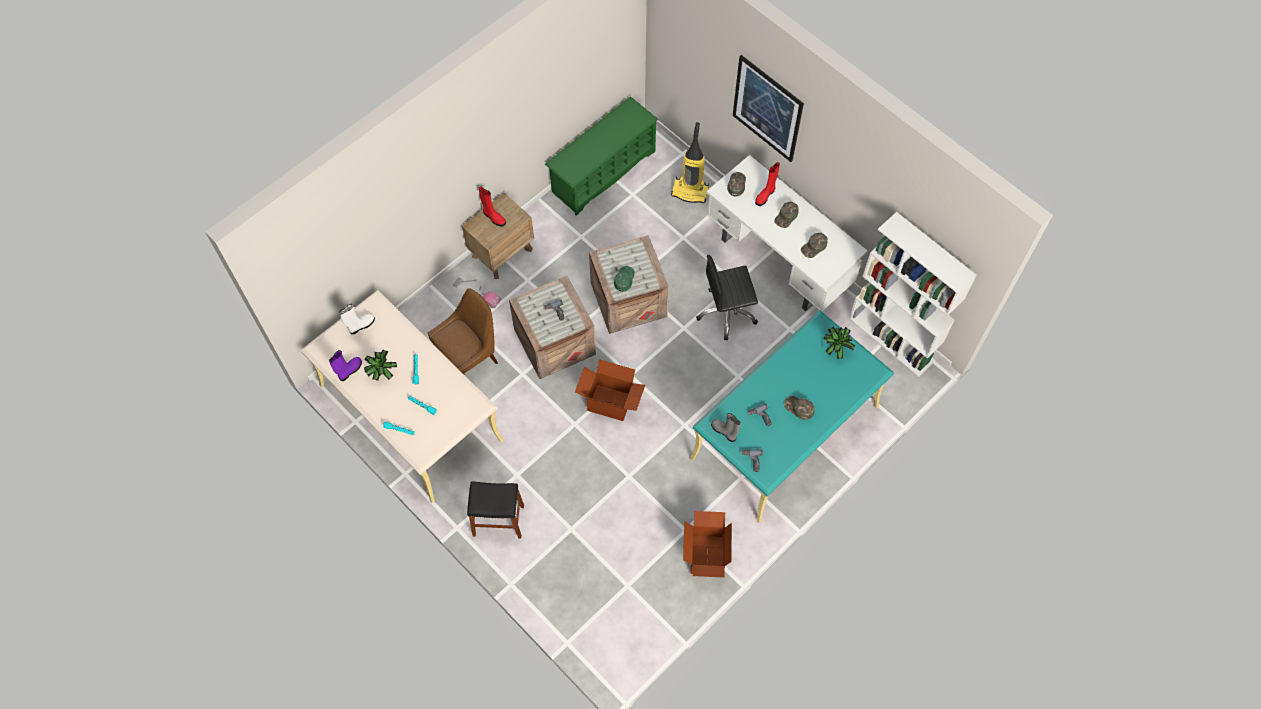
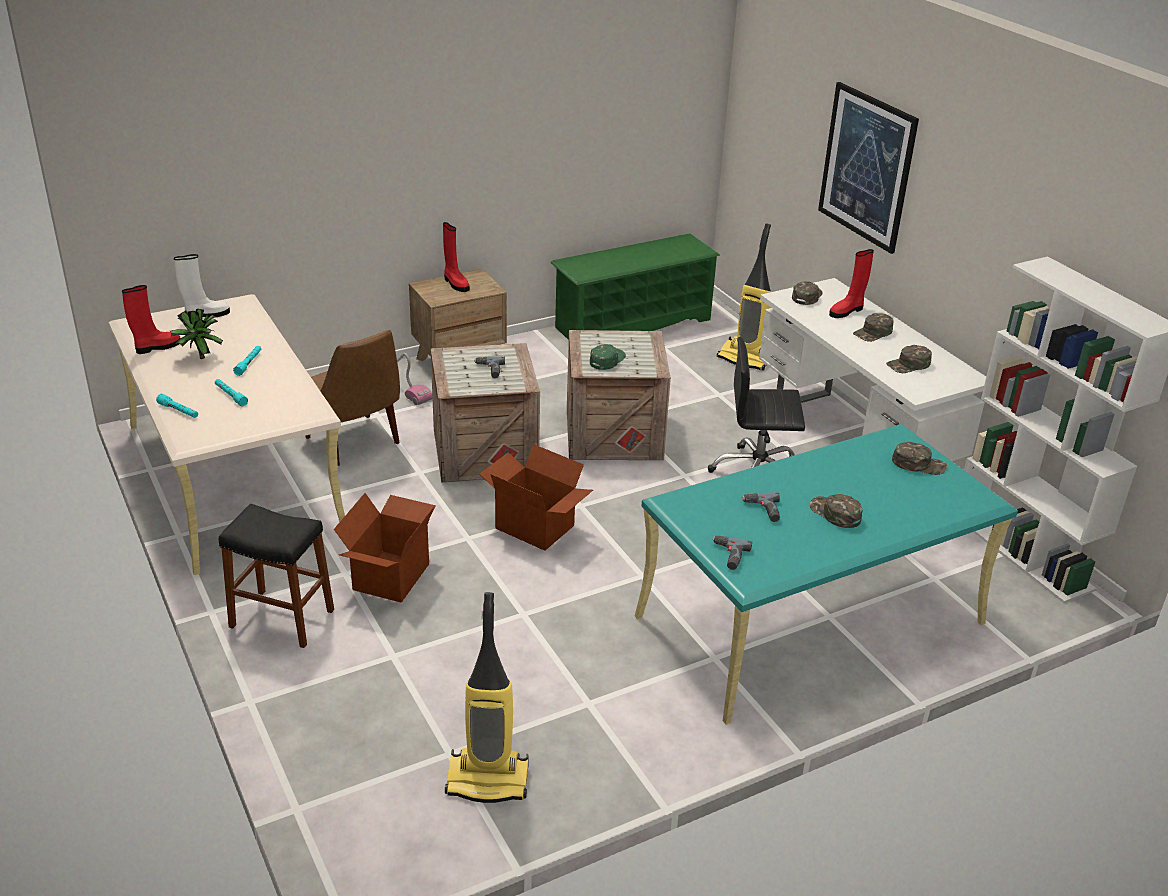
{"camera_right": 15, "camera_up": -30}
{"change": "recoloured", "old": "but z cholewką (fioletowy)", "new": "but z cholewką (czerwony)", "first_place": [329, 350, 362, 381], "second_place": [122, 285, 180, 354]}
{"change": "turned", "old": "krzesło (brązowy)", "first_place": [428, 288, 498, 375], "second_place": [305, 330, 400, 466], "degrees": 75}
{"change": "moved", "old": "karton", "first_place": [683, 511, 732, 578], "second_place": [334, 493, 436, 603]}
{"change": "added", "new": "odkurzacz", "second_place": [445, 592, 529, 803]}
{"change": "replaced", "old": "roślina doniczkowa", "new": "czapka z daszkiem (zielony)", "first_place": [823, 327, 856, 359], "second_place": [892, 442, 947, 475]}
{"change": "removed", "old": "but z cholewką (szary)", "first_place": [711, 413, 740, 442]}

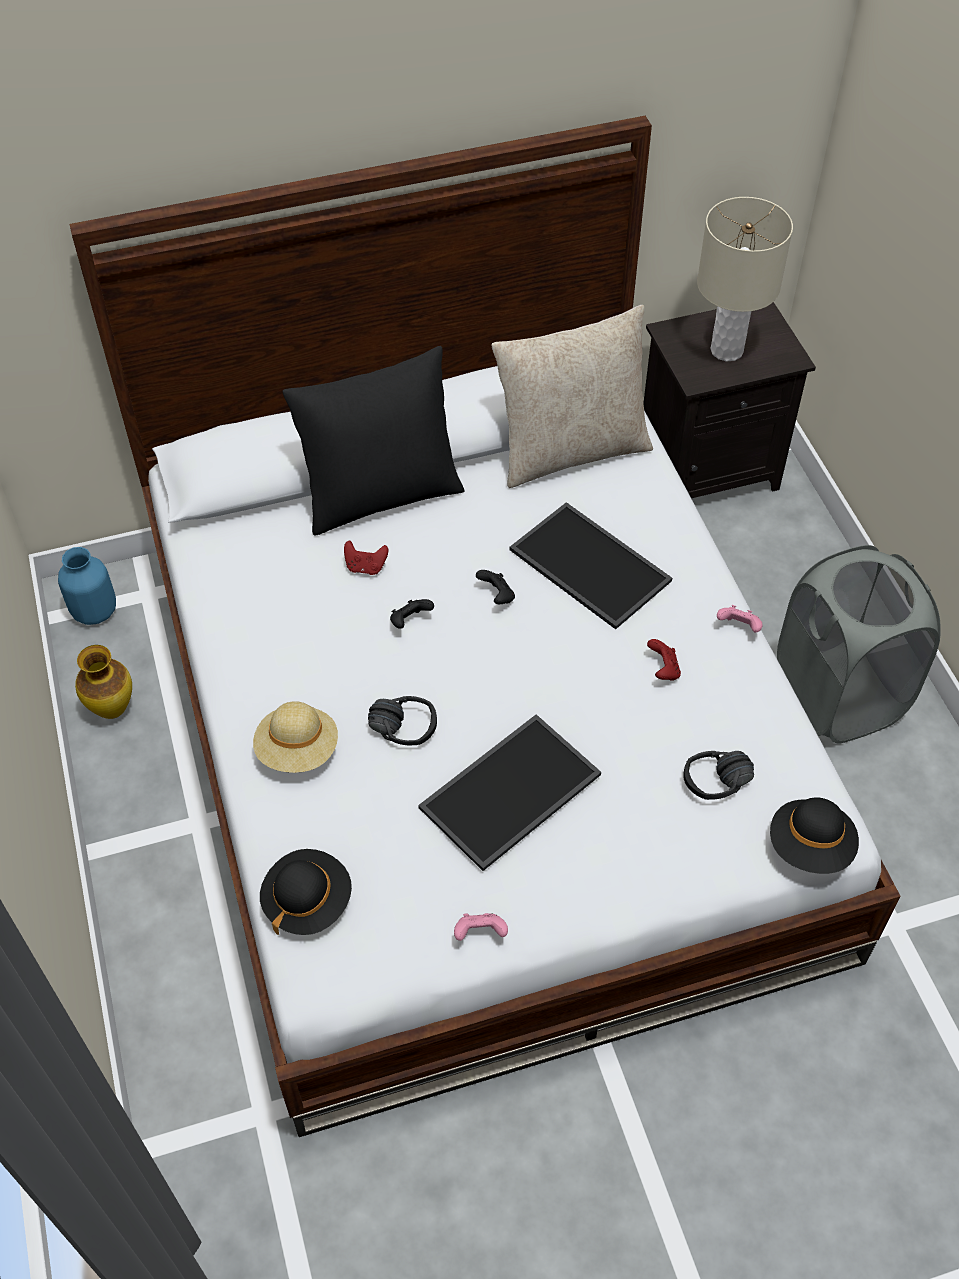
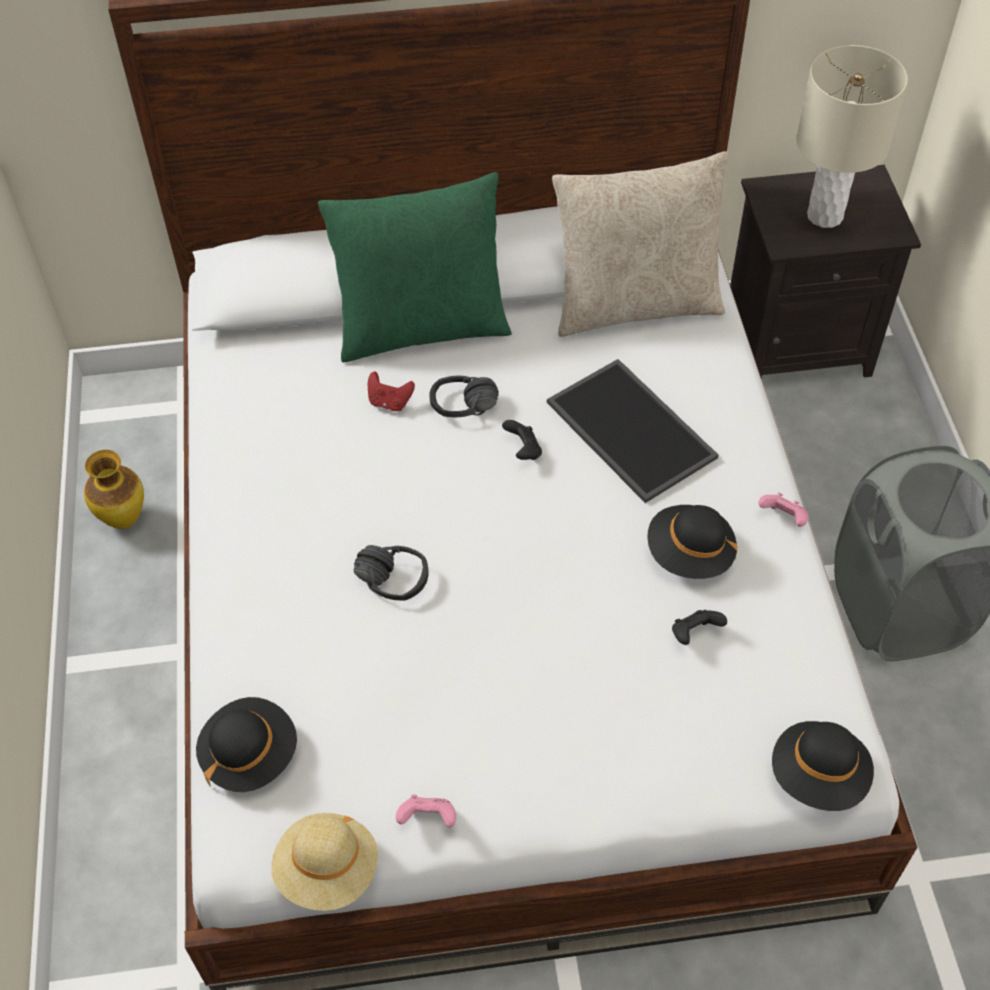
{"camera_right": 10, "camera_up": 0}
{"change": "moved", "old": "kapelusz (beżowy)", "first_place": [253, 701, 338, 773], "second_place": [271, 813, 378, 911]}
{"change": "recoloured", "old": "poduszka (czarny)", "new": "poduszka (zielony)", "first_place": [282, 346, 465, 536], "second_place": [318, 172, 512, 362]}
{"change": "moved", "old": "słuchawki (czarny)", "first_place": [683, 751, 754, 800], "second_place": [429, 376, 499, 417]}
{"change": "replaced", "old": "pad do gier (czerwony)", "new": "kapelusz (czarny)", "first_place": [647, 639, 681, 681], "second_place": [647, 505, 737, 579]}
{"change": "moved", "old": "pad do gier (czarny)", "first_place": [390, 599, 434, 629], "second_place": [672, 610, 727, 645]}
{"change": "removed", "old": "wazon (niebieski)", "first_place": [58, 547, 116, 625]}
{"change": "removed", "old": "taca", "first_place": [418, 714, 601, 871]}

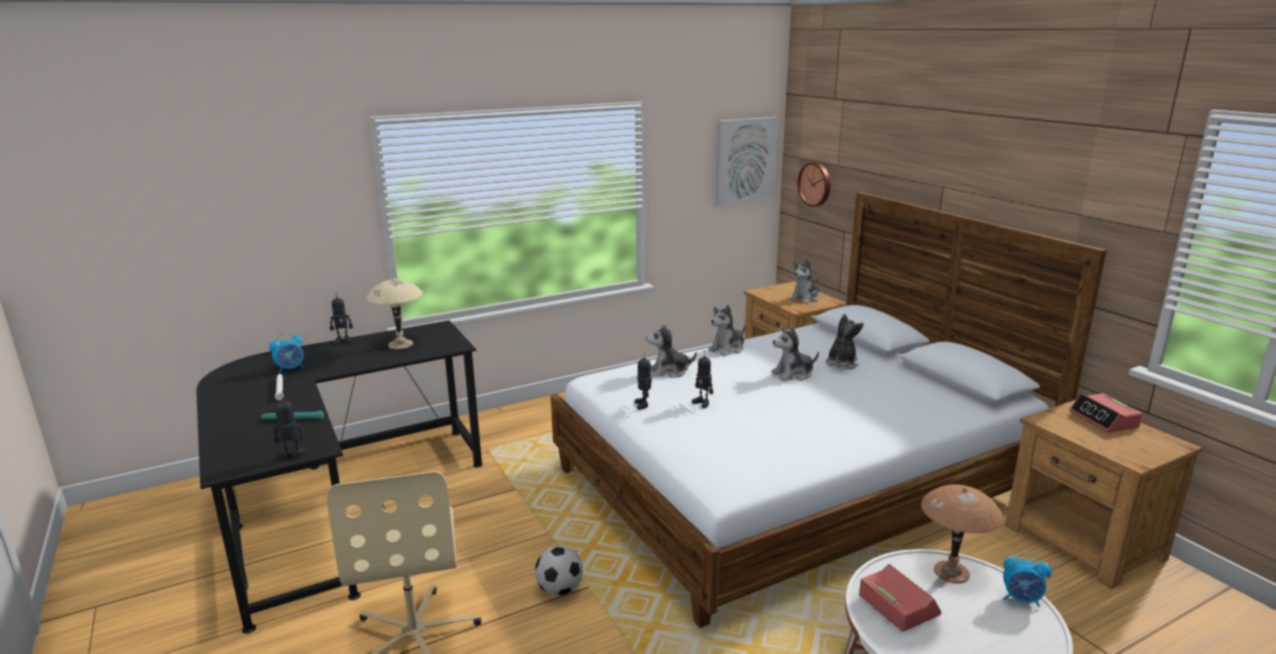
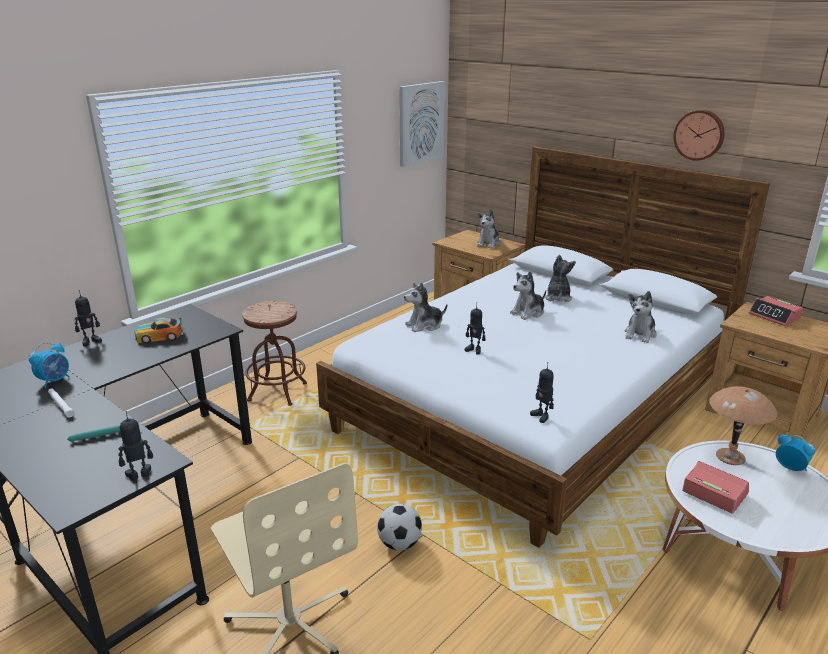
{"camera_right": -20, "camera_up": 5}
{"change": "replaced", "old": "lampa stołowa (beżowy)", "new": "samochodzik", "first_place": [366, 278, 423, 349], "second_place": [134, 318, 184, 343]}
{"change": "added", "new": "stołek (brązowy)", "second_place": [242, 301, 307, 406]}
{"change": "moved", "old": "robot zabawkowy", "first_place": [634, 352, 652, 410], "second_place": [530, 362, 554, 423]}
{"change": "moved", "old": "pluszak", "first_place": [709, 305, 745, 356], "second_place": [625, 291, 657, 343]}
{"change": "moved", "old": "zegar ścienny", "first_place": [797, 162, 830, 207], "second_place": [673, 110, 725, 161]}
{"change": "turned", "old": "budzik", "first_place": [1003, 552, 1052, 607], "second_place": [776, 434, 816, 471], "degrees": -135}

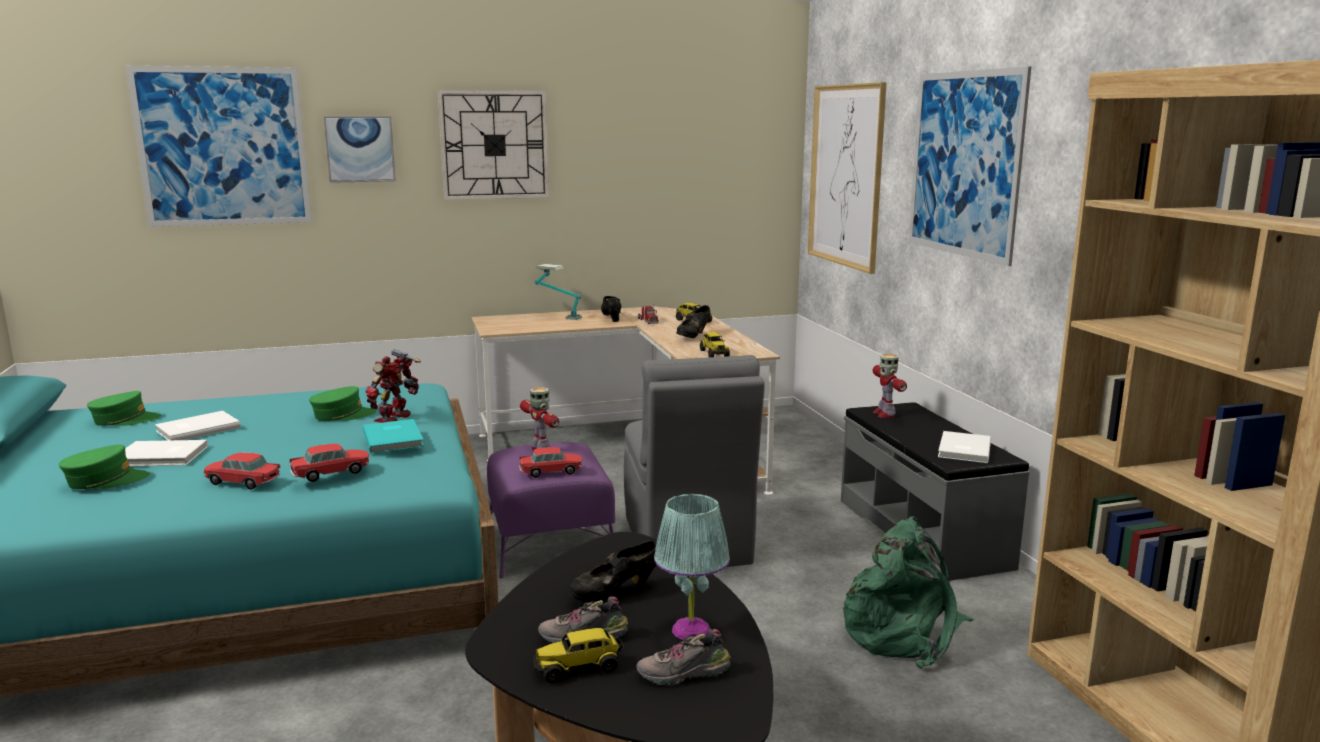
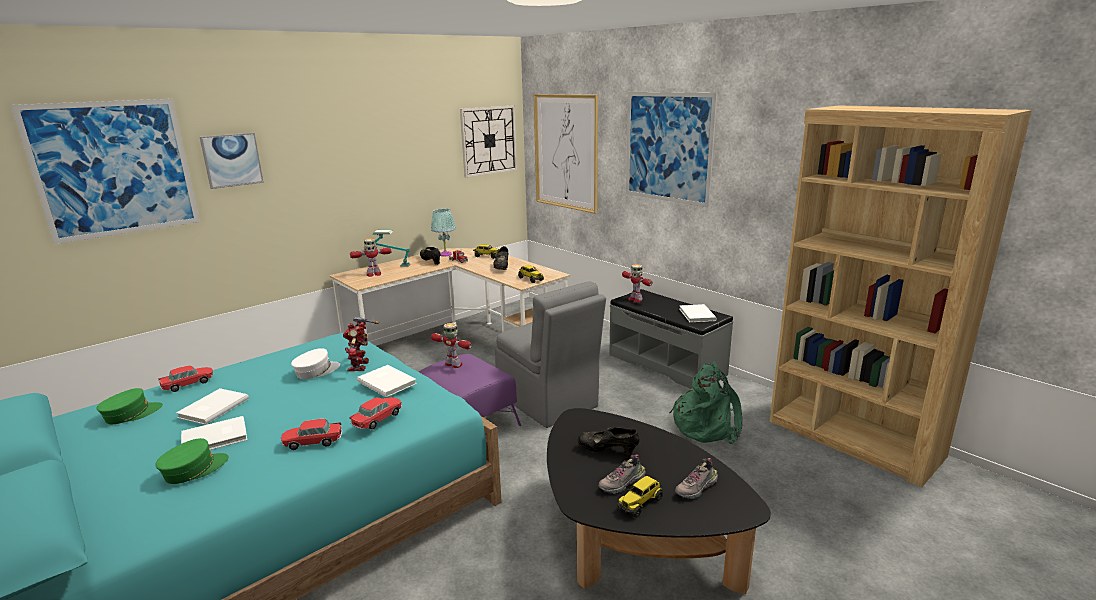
{"camera_right": -25, "camera_up": 5}
{"change": "moved", "old": "samochodzik", "first_place": [519, 447, 583, 478], "second_place": [158, 365, 213, 392]}
{"change": "recoloured", "old": "czapka z daszkiem (zielony)", "new": "czapka z daszkiem (biały)", "first_place": [309, 386, 377, 421], "second_place": [291, 348, 340, 379]}
{"change": "added", "new": "robot zabawkowy", "second_place": [350, 238, 391, 277]}
{"change": "recoloured", "old": "książka (turkusowy)", "new": "książka (biały)", "first_place": [363, 419, 424, 453], "second_place": [357, 365, 417, 397]}
{"change": "moved", "old": "lampa stołowa (turkusowy)", "first_place": [654, 494, 730, 640], "second_place": [431, 209, 456, 257]}
{"change": "moved", "old": "zegar ścienny", "first_place": [438, 90, 549, 200], "second_place": [460, 105, 517, 178]}
{"change": "turned", "old": "but (czarny)", "first_place": [568, 540, 656, 602], "second_place": [577, 427, 640, 455], "degrees": 75}

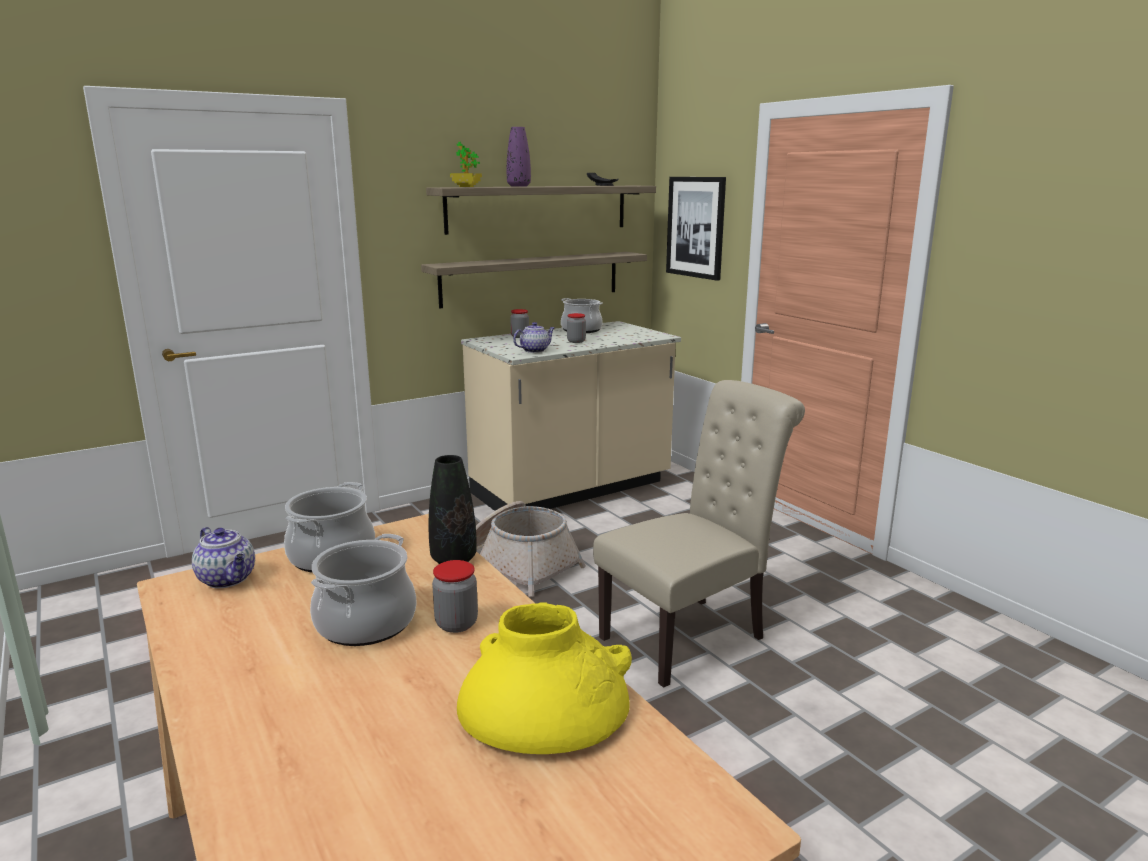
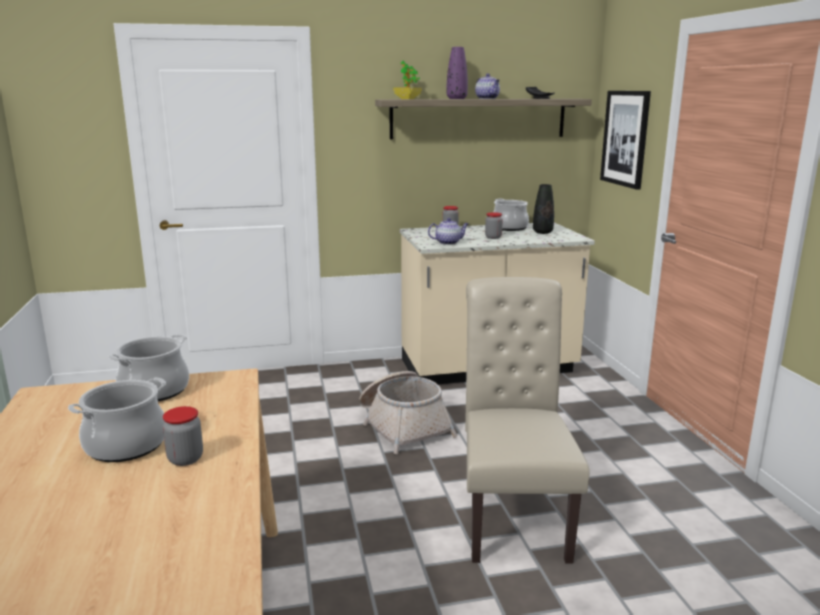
{"camera_right": 20, "camera_up": 0}
{"change": "turned", "old": "krzesło (beżowy)", "first_place": [593, 380, 805, 688], "second_place": [465, 277, 589, 564], "degrees": -75}
{"change": "moved", "old": "imbryk", "first_place": [192, 527, 255, 588], "second_place": [475, 73, 500, 99]}
{"change": "moved", "old": "wazon (czarny)", "first_place": [429, 455, 477, 564], "second_place": [533, 184, 554, 234]}
{"change": "removed", "old": "półka", "first_place": [421, 252, 647, 308]}
{"change": "removed", "old": "wazon (żółty)", "first_place": [457, 603, 632, 754]}

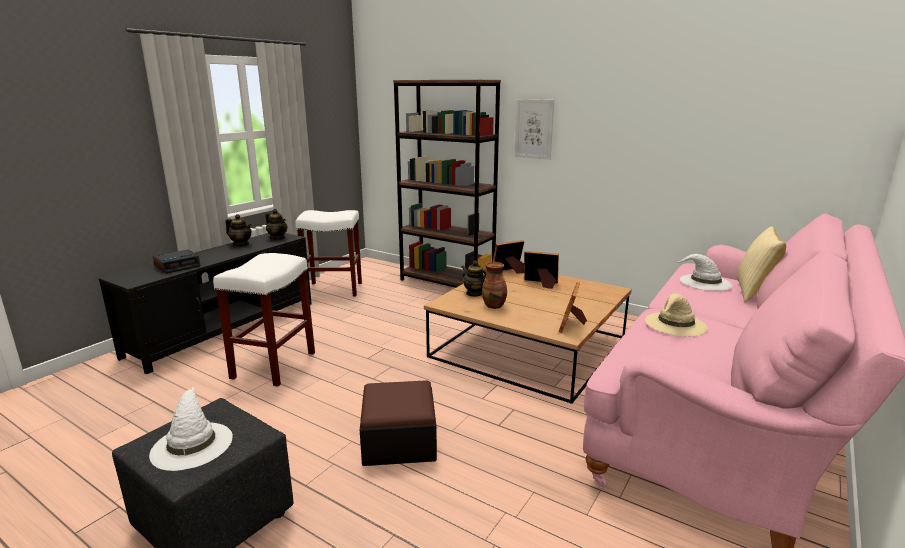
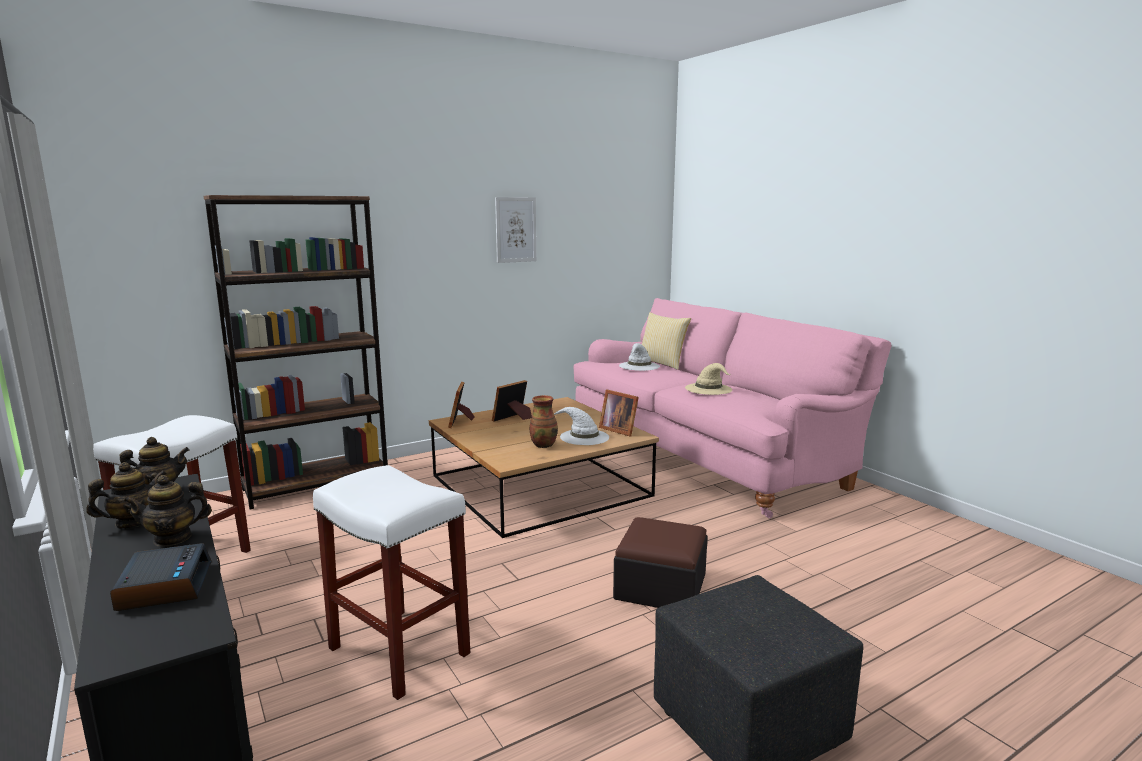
{"camera_right": -65, "camera_up": -5}
{"change": "moved", "old": "imbryk", "first_place": [462, 261, 487, 297], "second_place": [124, 475, 212, 546]}
{"change": "moved", "old": "obraz", "first_place": [515, 99, 554, 160], "second_place": [495, 197, 536, 263]}
{"change": "moved", "old": "kapelusz (biały)", "first_place": [149, 386, 233, 471], "second_place": [554, 407, 609, 445]}

